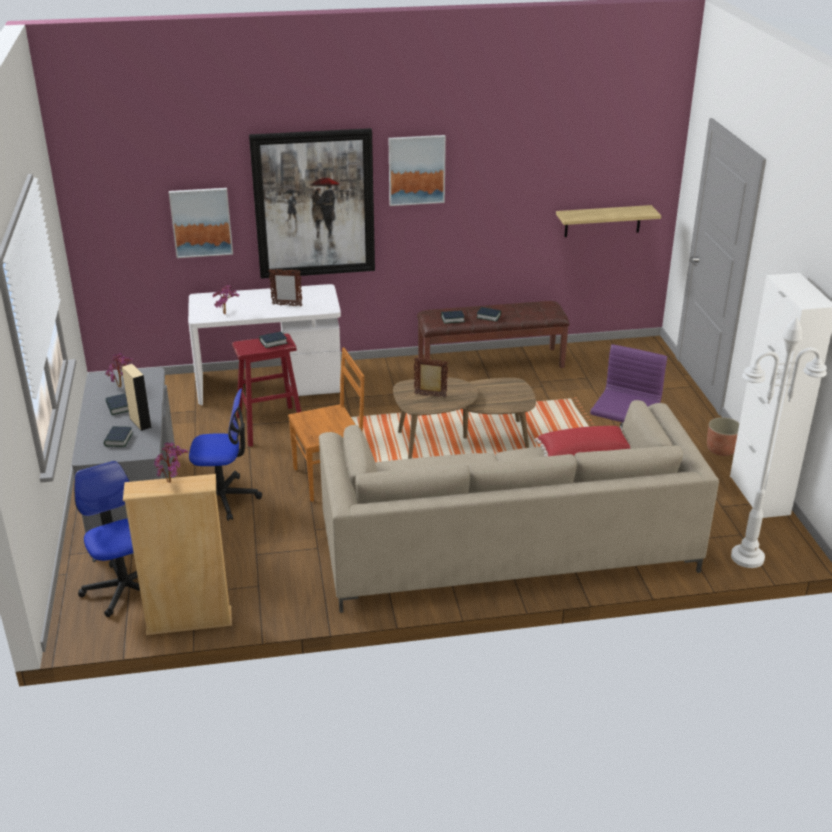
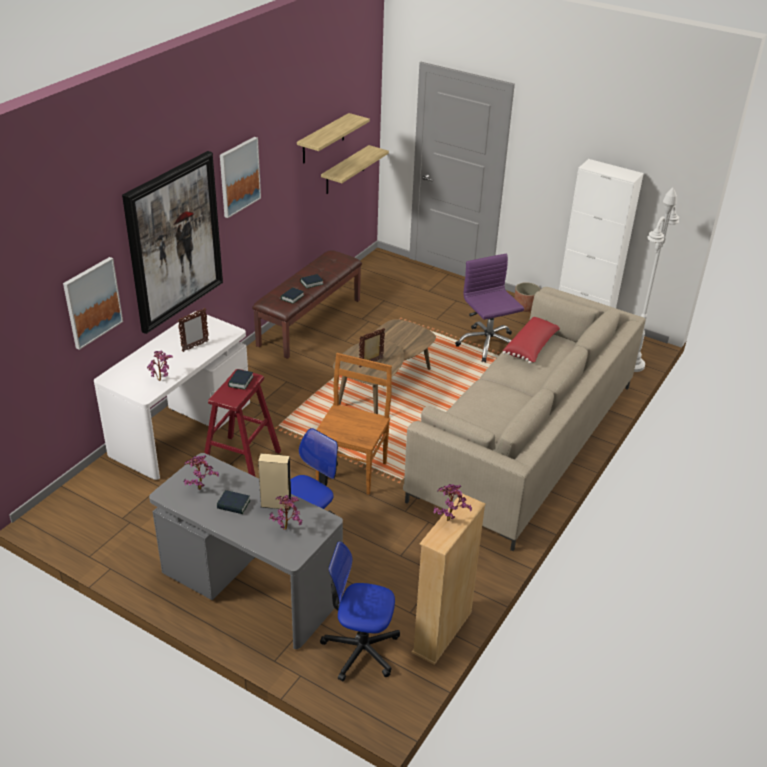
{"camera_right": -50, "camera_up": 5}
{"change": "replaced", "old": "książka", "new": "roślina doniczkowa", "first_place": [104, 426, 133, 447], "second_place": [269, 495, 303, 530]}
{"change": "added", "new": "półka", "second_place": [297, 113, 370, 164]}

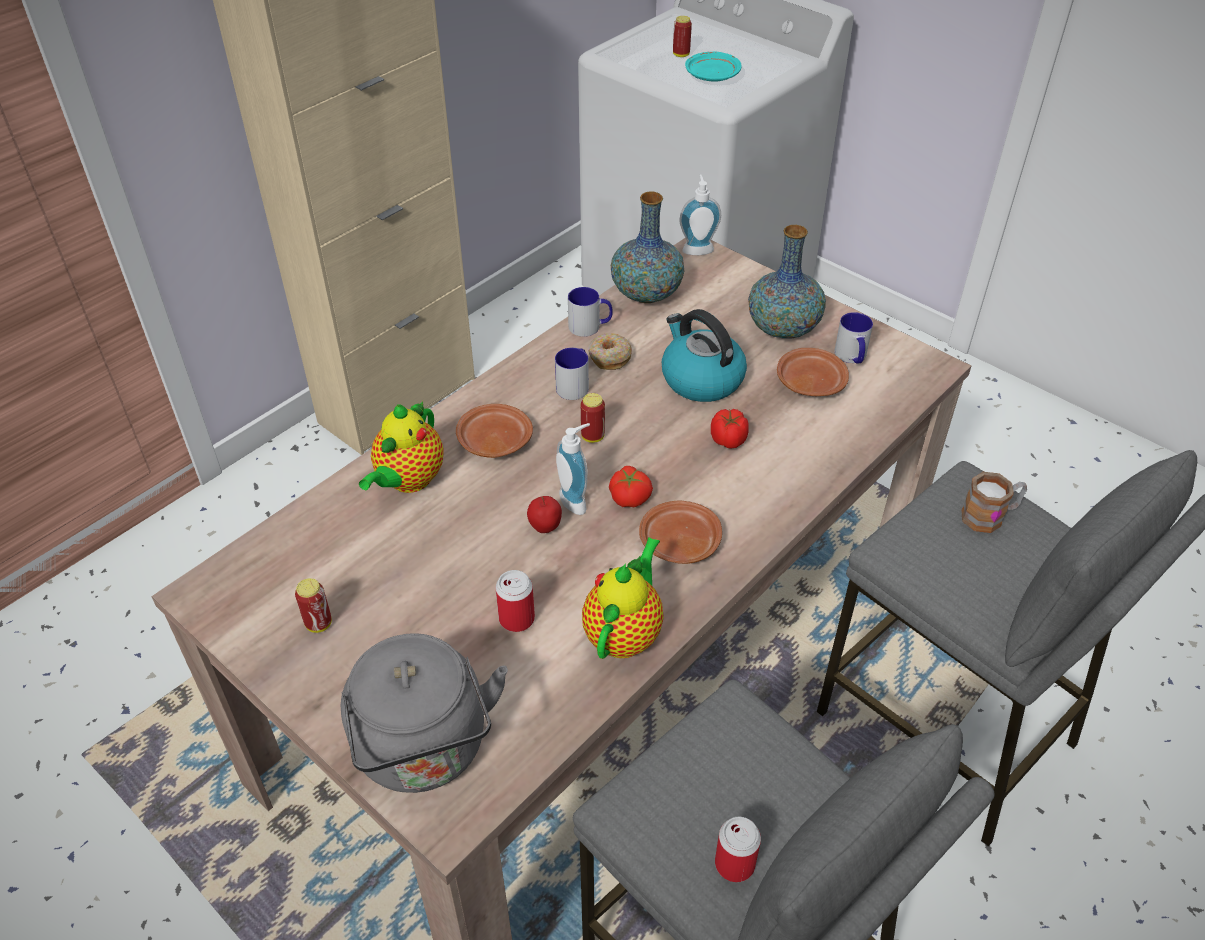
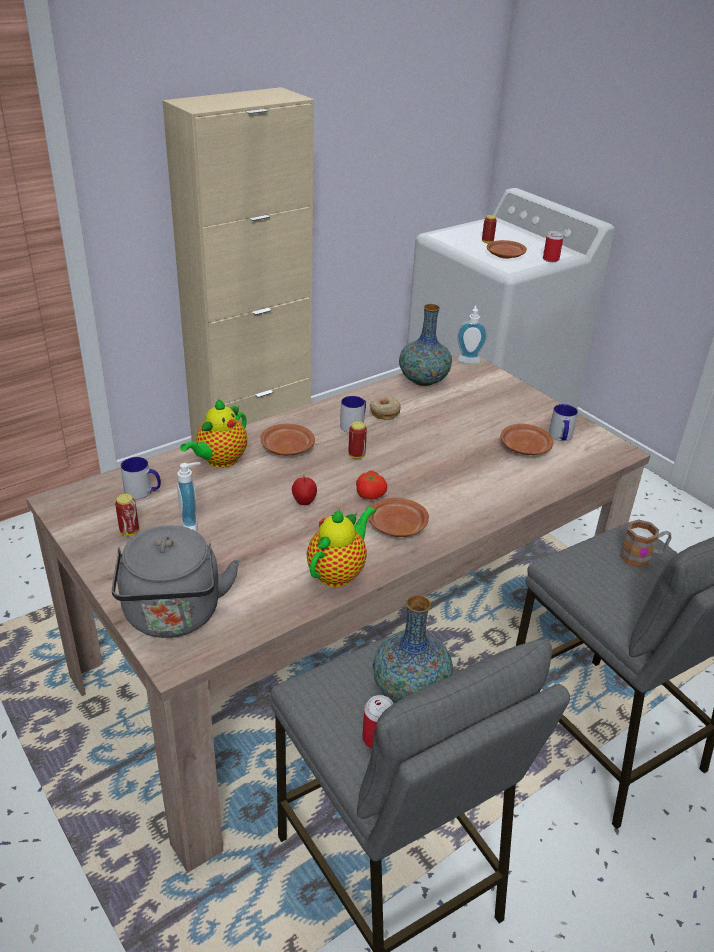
{"camera_right": 10, "camera_up": -10}
{"change": "moved", "old": "kubek", "first_place": [568, 287, 613, 337], "second_place": [120, 457, 161, 499]}
{"change": "moved", "old": "dozownik mydła", "first_place": [556, 423, 590, 515], "second_place": [177, 462, 201, 532]}
{"change": "moved", "old": "wazon", "first_place": [748, 225, 826, 339], "second_place": [372, 595, 453, 703]}
{"change": "recoloured", "old": "talerz (turkusowy)", "new": "talerz (brązowy)", "first_place": [685, 52, 741, 82], "second_place": [487, 240, 527, 259]}
{"change": "moved", "old": "puszka", "first_place": [495, 570, 535, 632], "second_place": [543, 231, 563, 262]}
{"change": "removed", "old": "czajnik", "first_place": [662, 309, 747, 402]}
{"change": "removed", "old": "pomidor", "first_place": [711, 409, 749, 448]}

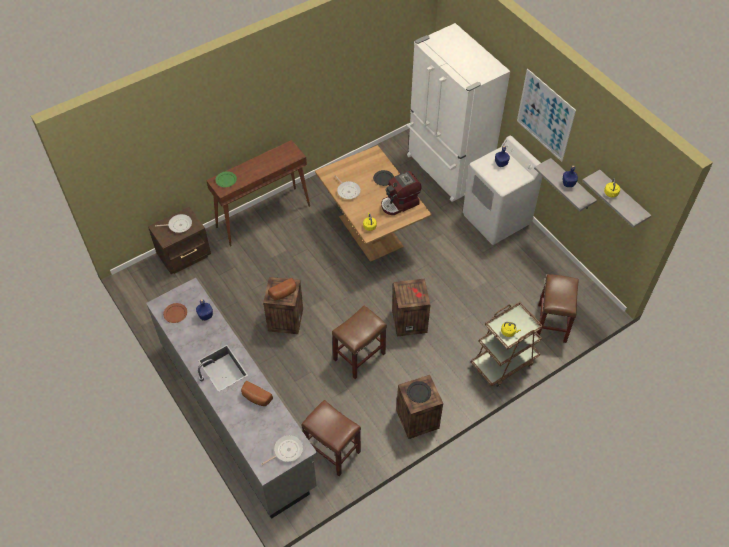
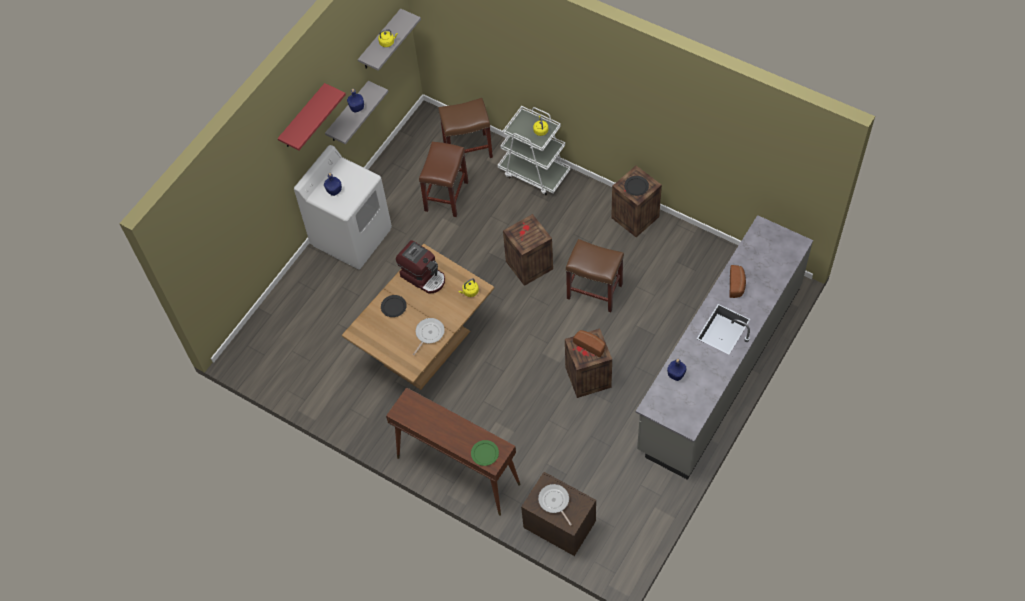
{"camera_right": -110, "camera_up": 5}
{"change": "replaced", "old": "obraz", "new": "półka (czerwony)", "first_place": [517, 69, 576, 162], "second_place": [278, 83, 346, 150]}
{"change": "moved", "old": "stołek (brązowy)", "first_place": [302, 400, 361, 476], "second_place": [419, 142, 469, 217]}
{"change": "recoloured", "old": "wózek (brązowy)", "new": "wózek (biały)", "first_place": [471, 302, 543, 387], "second_place": [497, 106, 571, 196]}
{"change": "removed", "old": "talerz (brązowy)", "first_place": [163, 303, 187, 323]}
{"change": "removed", "old": "patelnia", "first_place": [261, 435, 303, 465]}
{"change": "removed", "old": "lodówka (biały)", "first_place": [407, 23, 510, 202]}

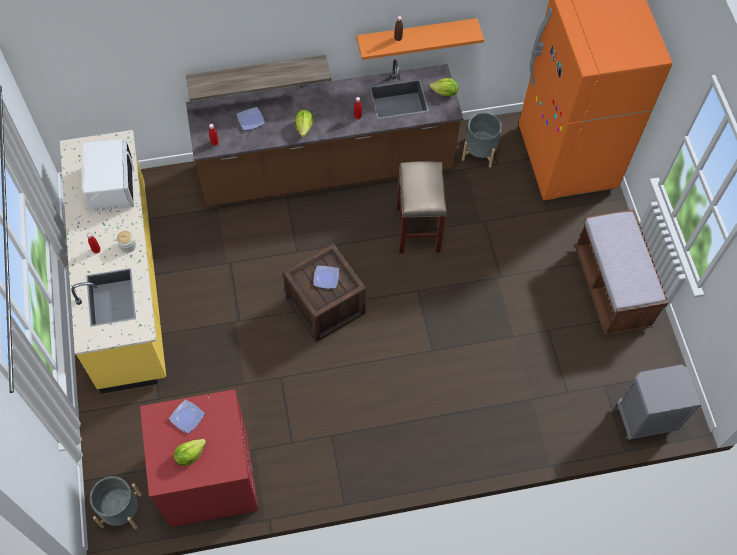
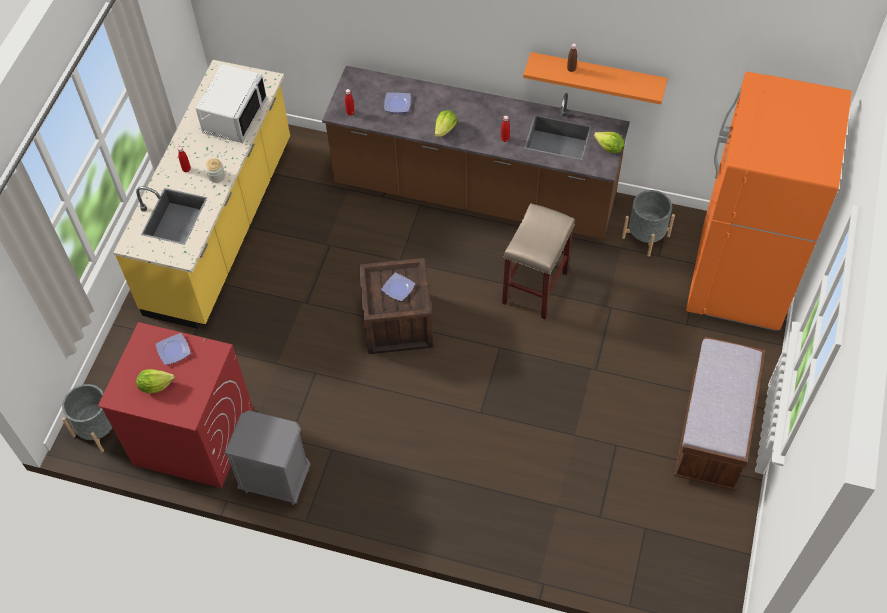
{"camera_right": 30, "camera_up": -5}
{"change": "moved", "old": "szafka nocna (szary)", "first_place": [616, 364, 702, 440], "second_place": [224, 410, 310, 505]}
{"change": "removed", "old": "półka", "first_place": [186, 55, 331, 101]}

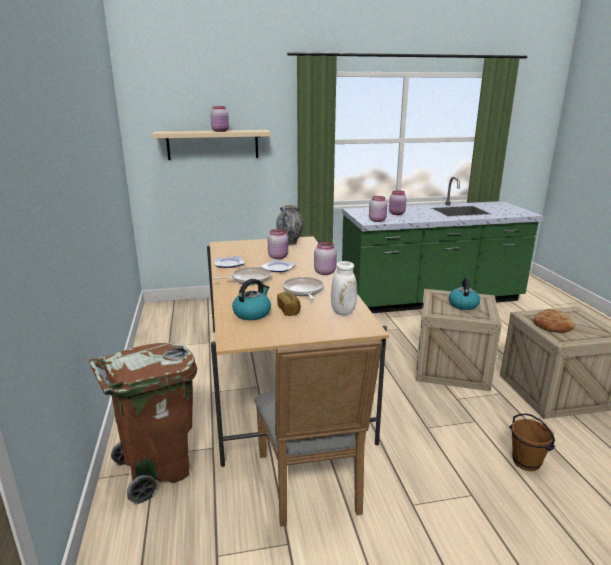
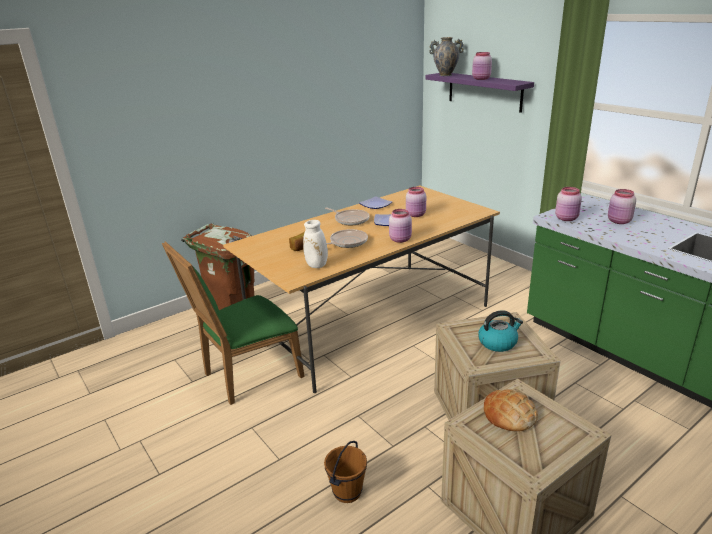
{"camera_right": 65, "camera_up": 5}
{"change": "recoloured", "old": "krzesło (szary)", "new": "krzesło (zielony)", "first_place": [254, 339, 382, 527], "second_place": [162, 241, 305, 405]}
{"change": "recoloured", "old": "półka (beżowy)", "new": "półka (fioletowy)", "first_place": [152, 130, 271, 160], "second_place": [426, 73, 534, 113]}
{"change": "moved", "old": "wazon", "first_place": [276, 205, 304, 245], "second_place": [429, 37, 464, 76]}
{"change": "removed", "old": "czajnik", "first_place": [232, 279, 271, 320]}

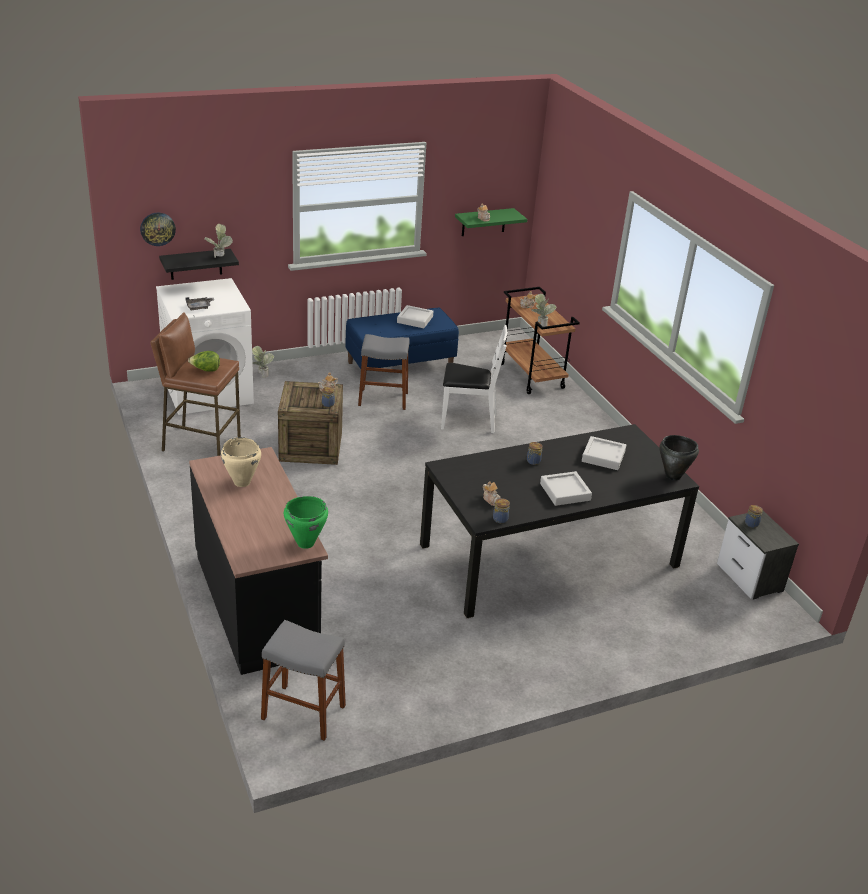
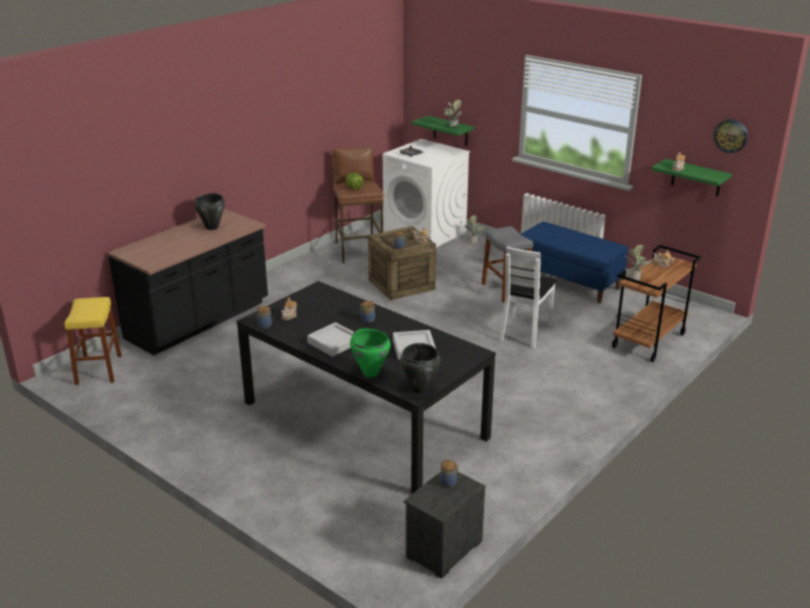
{"camera_right": 65, "camera_up": -5}
{"change": "recoloured", "old": "stołek (szary)", "new": "stołek (żółty)", "first_place": [261, 620, 346, 741], "second_place": [65, 297, 122, 385]}
{"change": "recoloured", "old": "garnek (beżowy)", "new": "garnek (czarny)", "first_place": [221, 437, 261, 487], "second_place": [194, 193, 225, 230]}
{"change": "moved", "old": "garnek (zielony)", "first_place": [284, 496, 328, 549], "second_place": [350, 328, 391, 377]}
{"change": "recoloured", "old": "półka (czarny)", "new": "półka (zielony)", "first_place": [159, 249, 239, 280], "second_place": [412, 116, 474, 146]}
{"change": "turned", "old": "krzesło (biały)", "first_place": [441, 325, 508, 433], "second_place": [499, 247, 557, 348], "degrees": 45}
{"change": "moved", "old": "zegar ścienny", "first_place": [140, 213, 176, 246], "second_place": [713, 119, 748, 153]}
{"change": "removed", "old": "taca (szary)", "first_place": [397, 305, 433, 328]}

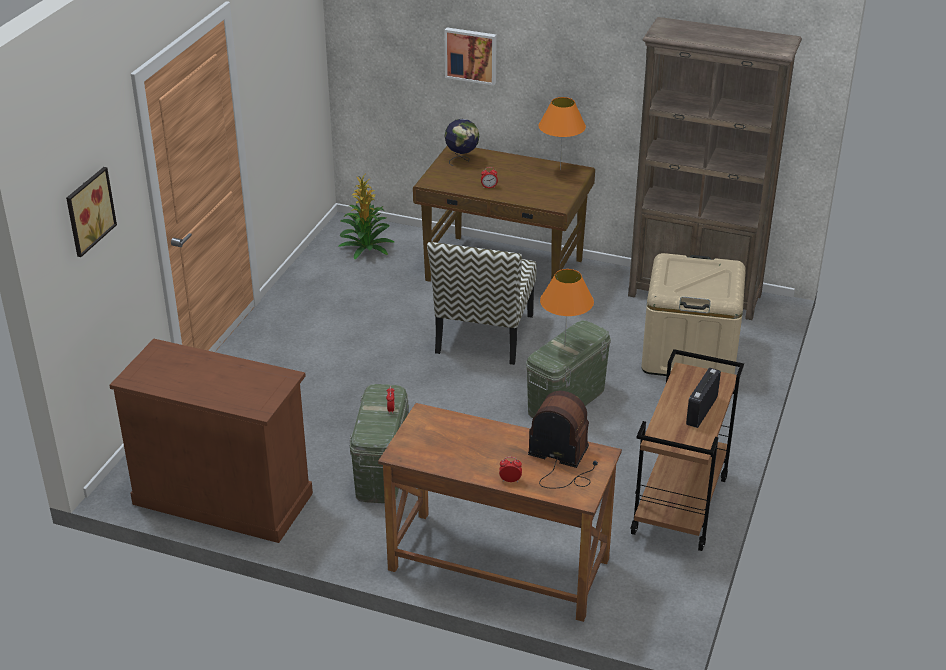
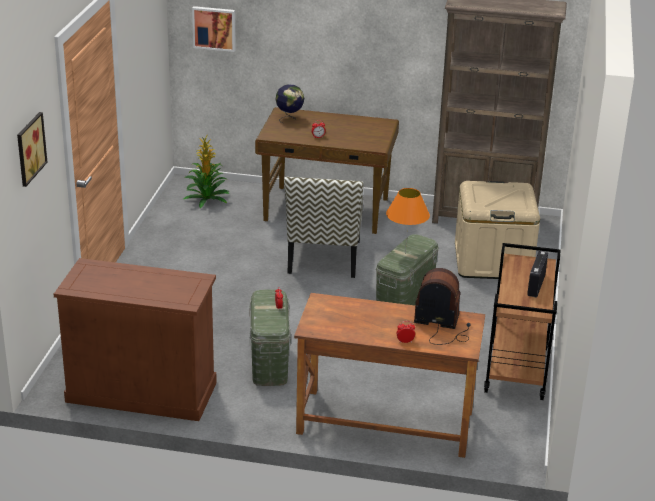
{"camera_right": -10, "camera_up": -5}
{"change": "moved", "old": "obraz", "first_place": [444, 27, 497, 86], "second_place": [192, 6, 236, 52]}
{"change": "removed", "old": "lampa stołowa (pomarańczowy)", "first_place": [539, 97, 586, 170]}

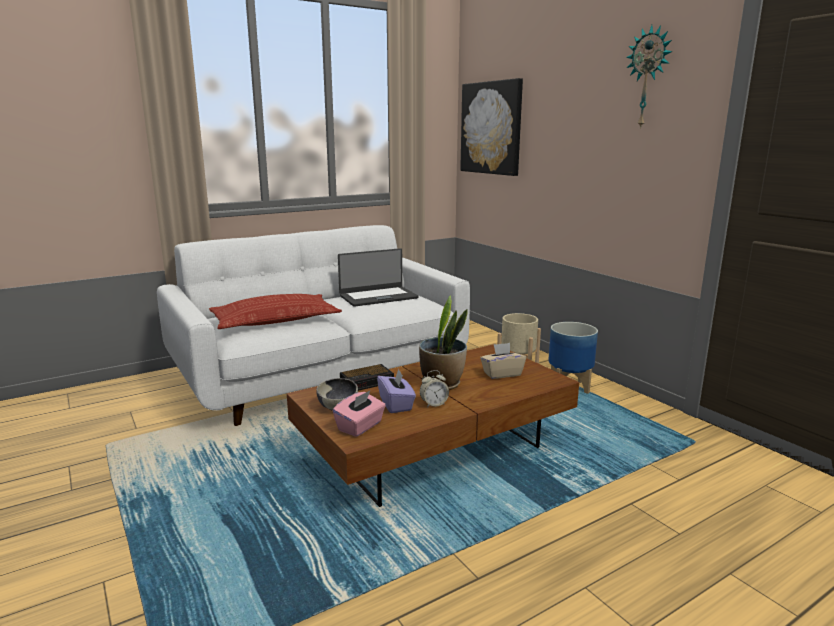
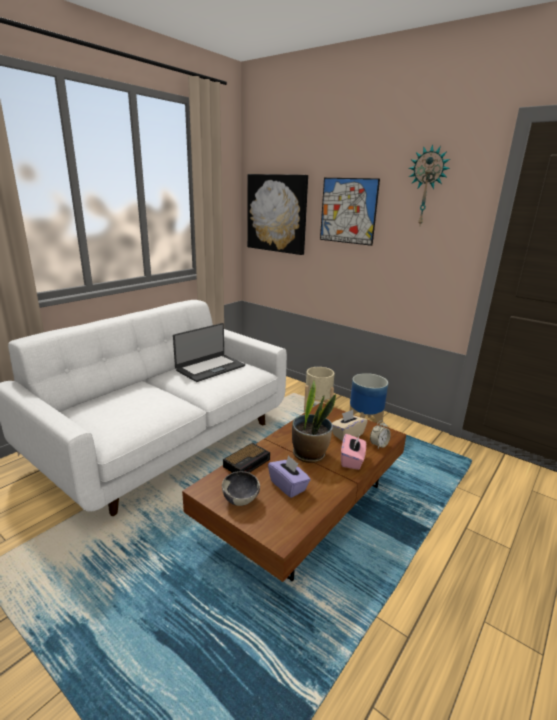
{"camera_right": -20, "camera_up": 5}
{"change": "added", "new": "obraz", "second_place": [320, 178, 380, 246]}
{"change": "moved", "old": "pudełko chusteczek (różowy)", "first_place": [333, 390, 386, 437], "second_place": [341, 434, 366, 470]}
{"change": "moved", "old": "budzik", "first_place": [420, 370, 449, 408], "second_place": [370, 421, 391, 448]}
{"change": "removed", "old": "poduszka", "first_place": [209, 294, 342, 329]}

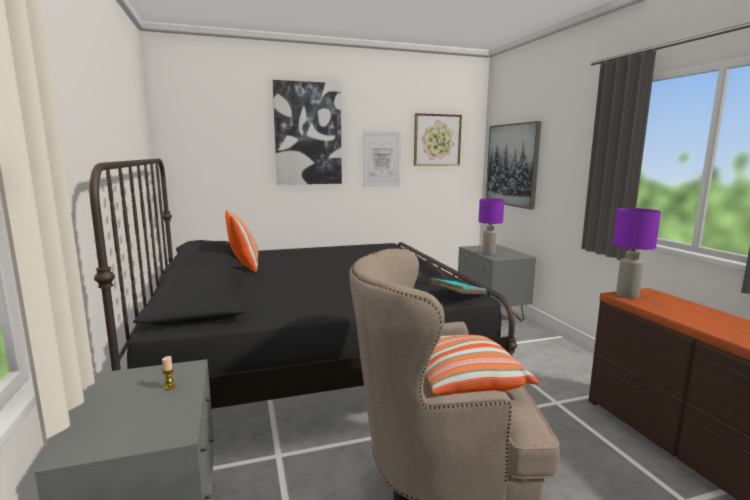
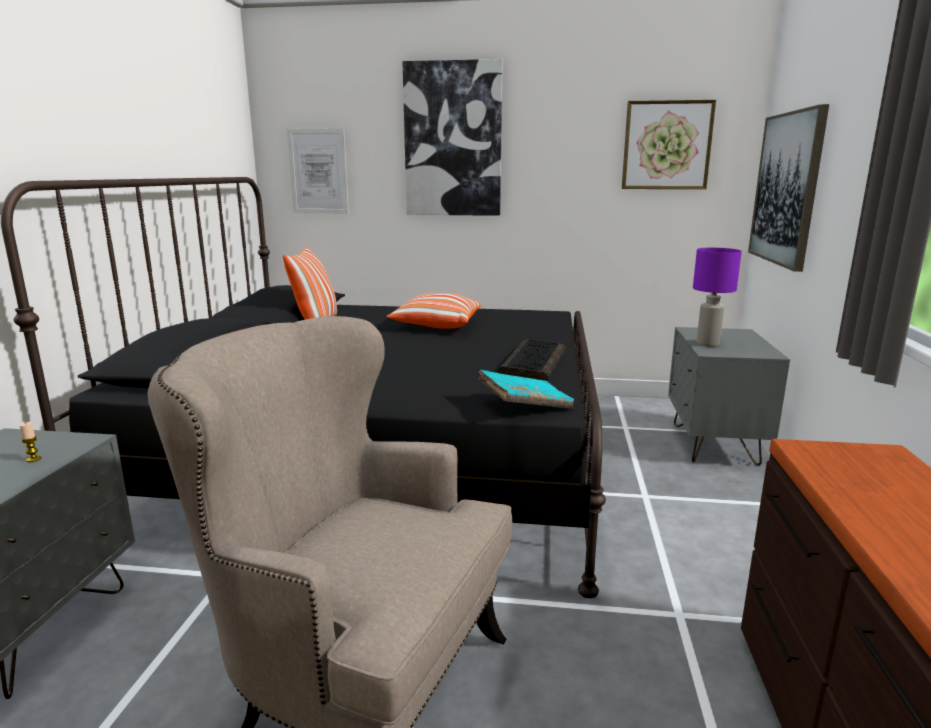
{"camera_right": 25, "camera_up": 5}
{"change": "moved", "old": "obraz", "first_place": [363, 131, 401, 187], "second_place": [287, 128, 349, 214]}
{"change": "moved", "old": "poduszka", "first_place": [425, 335, 539, 395], "second_place": [387, 293, 481, 329]}
{"change": "removed", "old": "lampa stołowa (fioletowy)", "first_place": [613, 208, 661, 298]}

